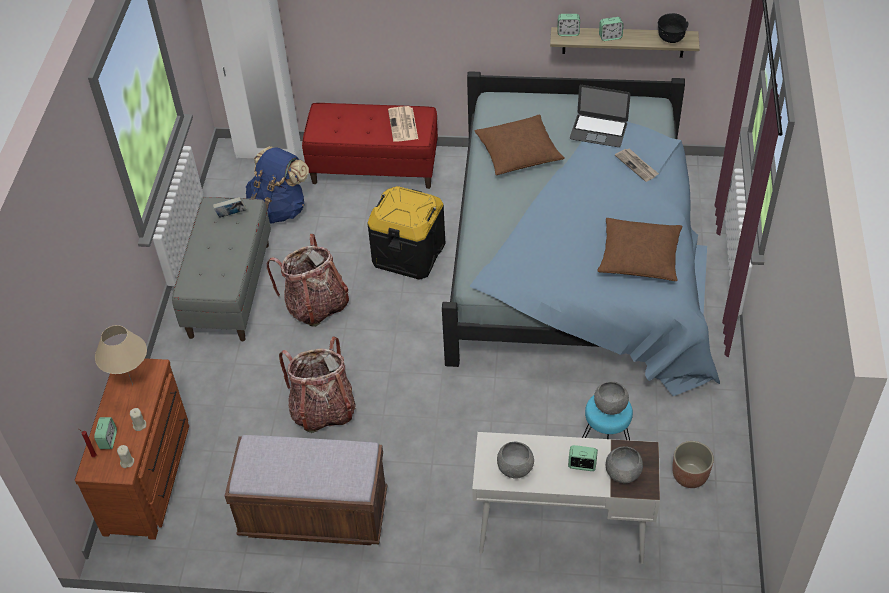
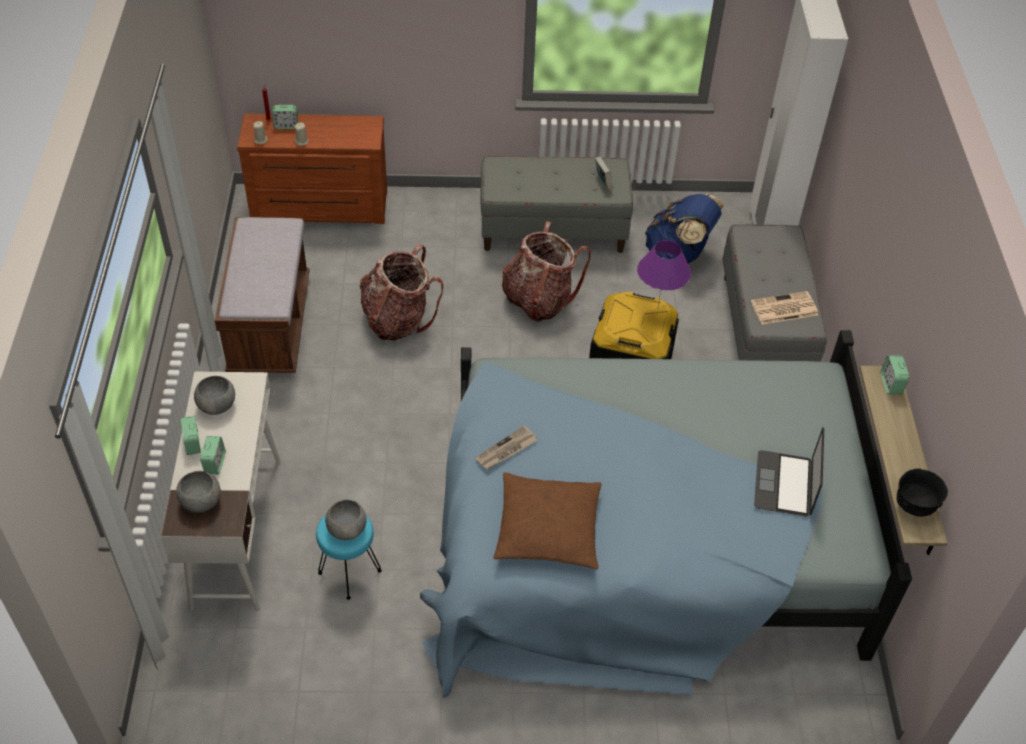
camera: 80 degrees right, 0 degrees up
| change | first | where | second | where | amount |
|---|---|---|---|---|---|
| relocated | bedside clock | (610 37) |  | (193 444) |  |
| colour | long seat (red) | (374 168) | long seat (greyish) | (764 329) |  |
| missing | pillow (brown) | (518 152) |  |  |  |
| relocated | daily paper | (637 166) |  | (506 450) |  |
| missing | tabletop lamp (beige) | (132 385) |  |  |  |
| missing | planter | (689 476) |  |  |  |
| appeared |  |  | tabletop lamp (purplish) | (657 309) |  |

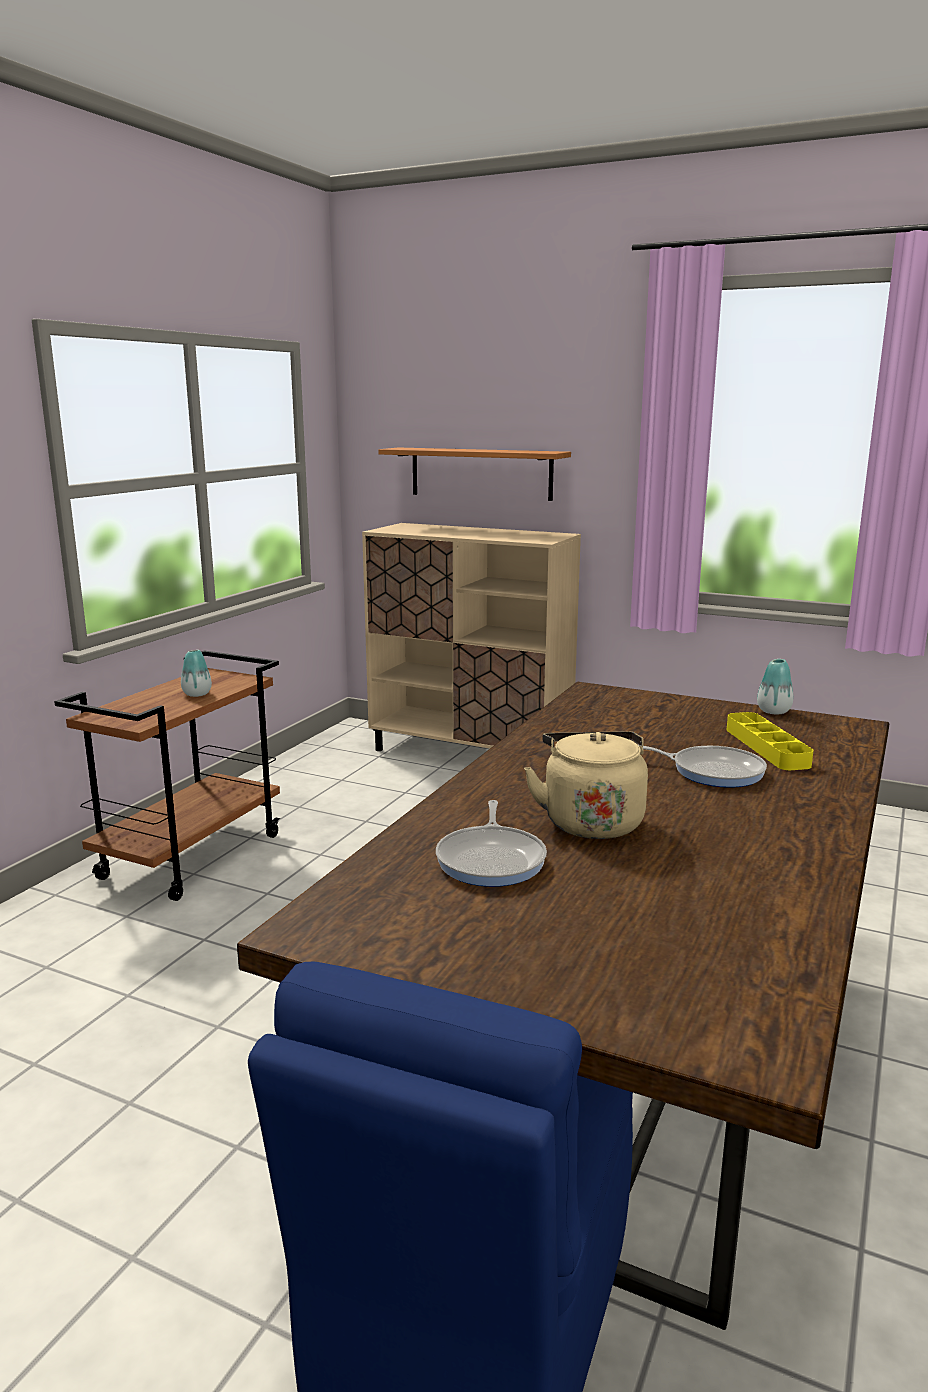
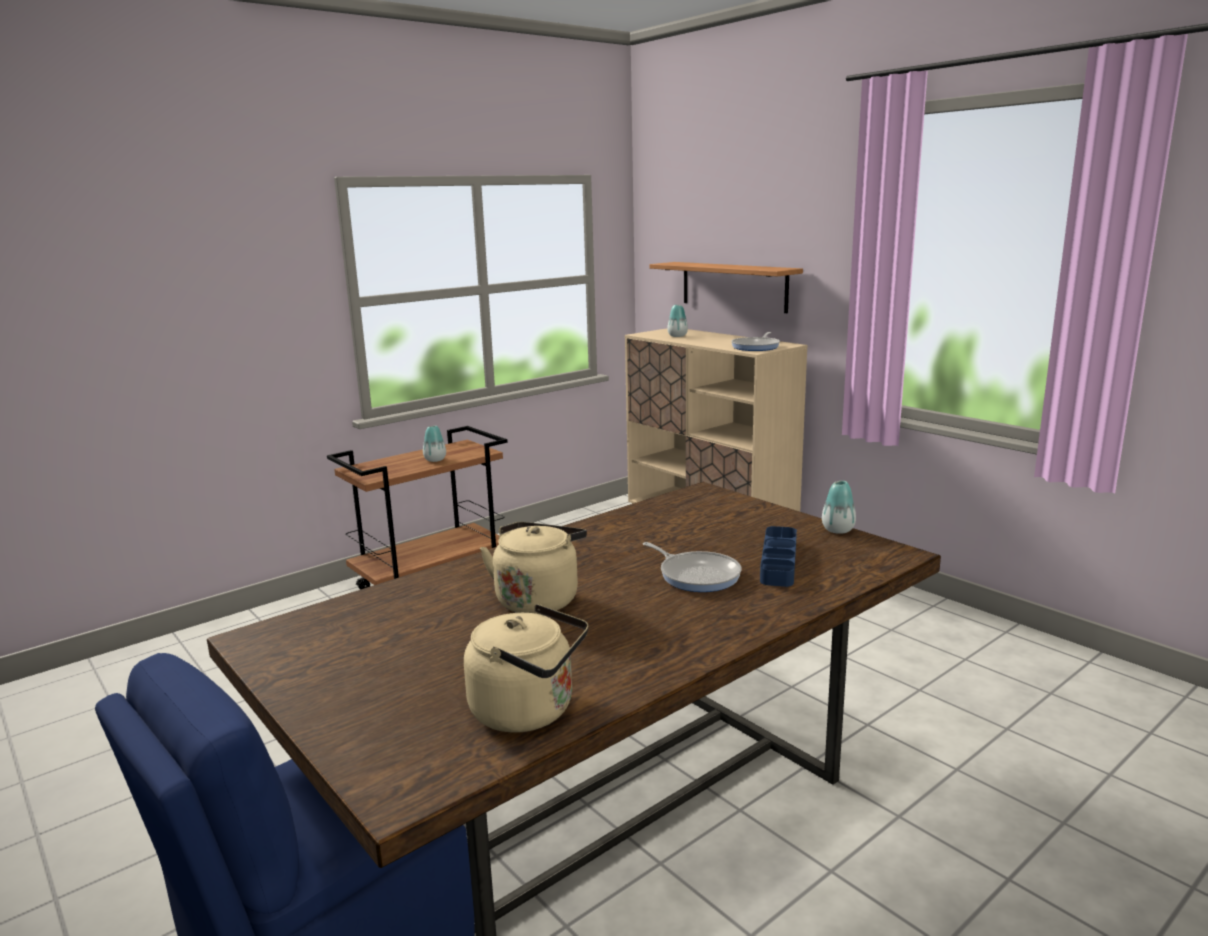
camera: 25 degrees right, 0 degrees up
| change | first | where | second | where | amount |
|---|---|---|---|---|---|
| colour | tray (yellow) | (766 747) | tray (bluish) | (778 561) |  |
| relocated | frying pan | (492 859) |  | (756 347) |  |
| appeared |  |  | flower vase | (677 336) |  |
| appeared |  |  | kettle (beige) | (529 711) |  |

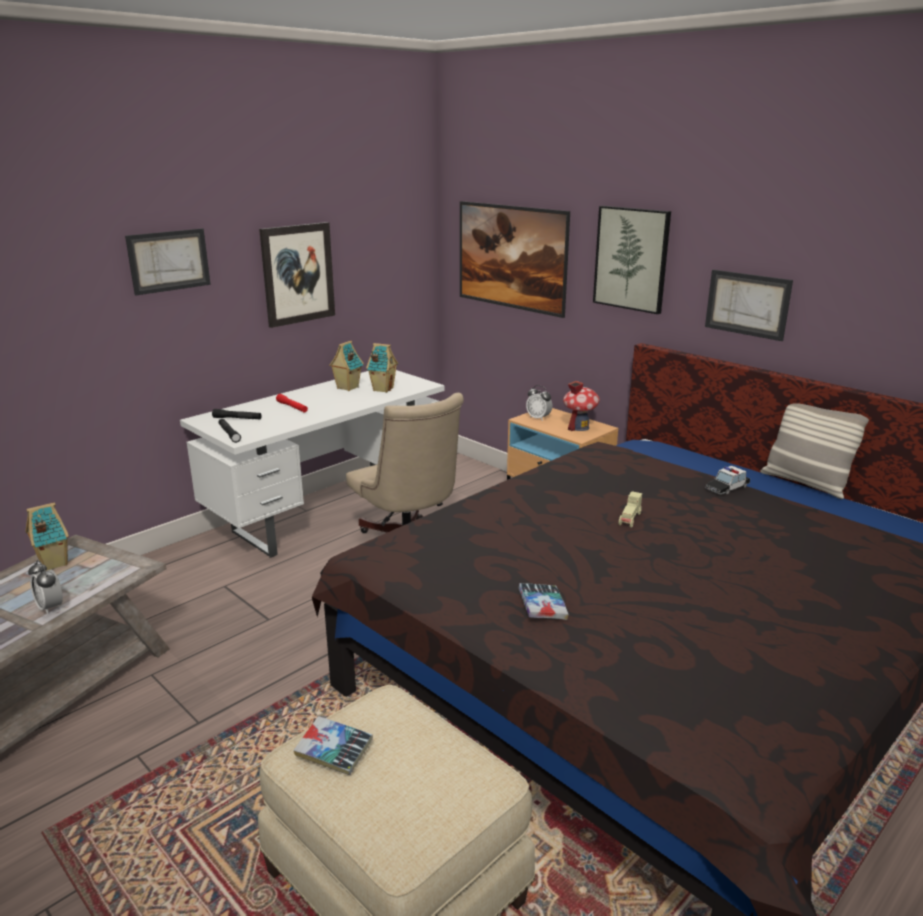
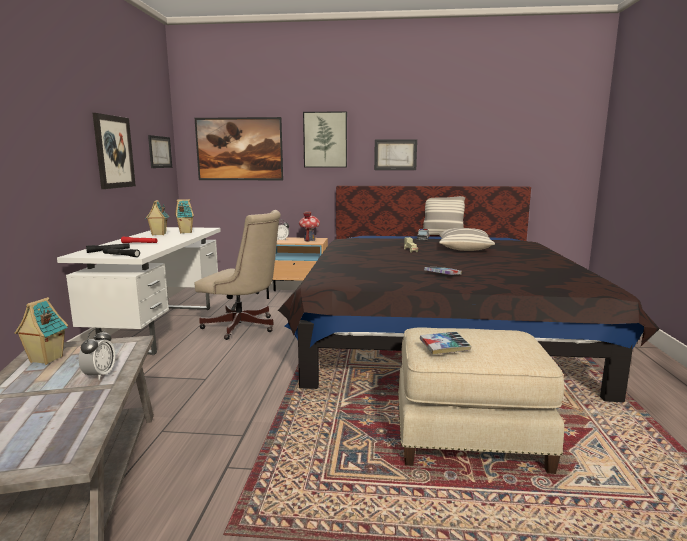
camera: 40 degrees left, 10 degrees down
| change | first | where | second | where | amount |
|---|---|---|---|---|---|
| relocated | wall art | (169 261) |  | (160 152) |  |
| spun | bedside clock | (50 607) |  | (99 375) | 90 degrees counterclockwise |
| appeared |  |  | pillow | (464 248) |  |

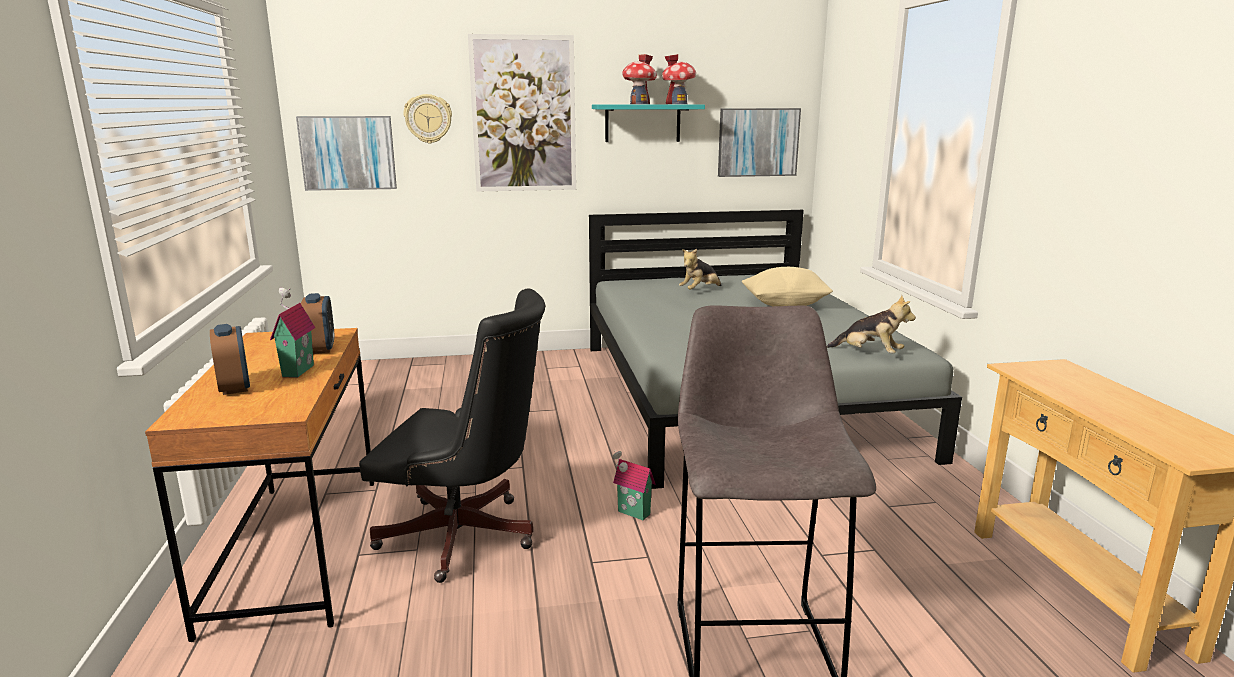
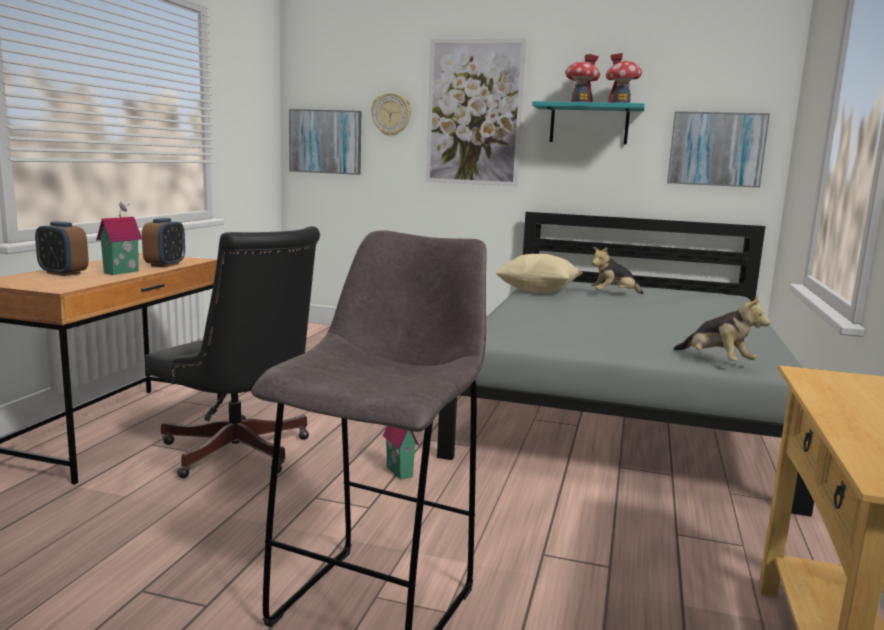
camera: 25 degrees right, 5 degrees down
| change | first | where | second | where | amount |
|---|---|---|---|---|---|
| relocated | pillow (beige) | (785 305) |  | (538 291) |  |
| spun | bedside clock | (234 387) |  | (63 273) | 120 degrees clockwise |

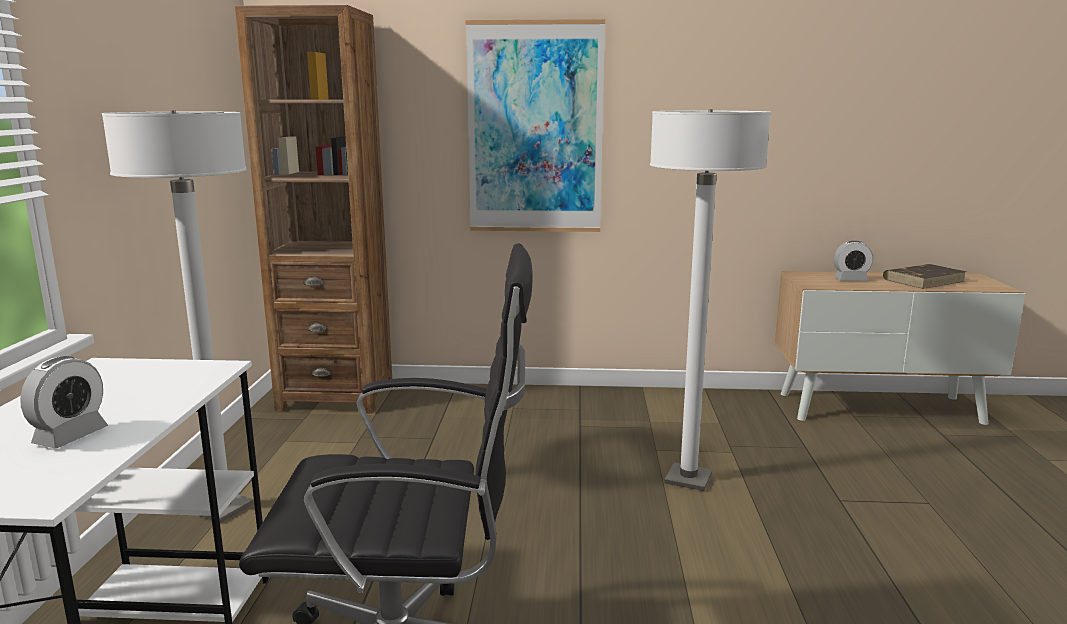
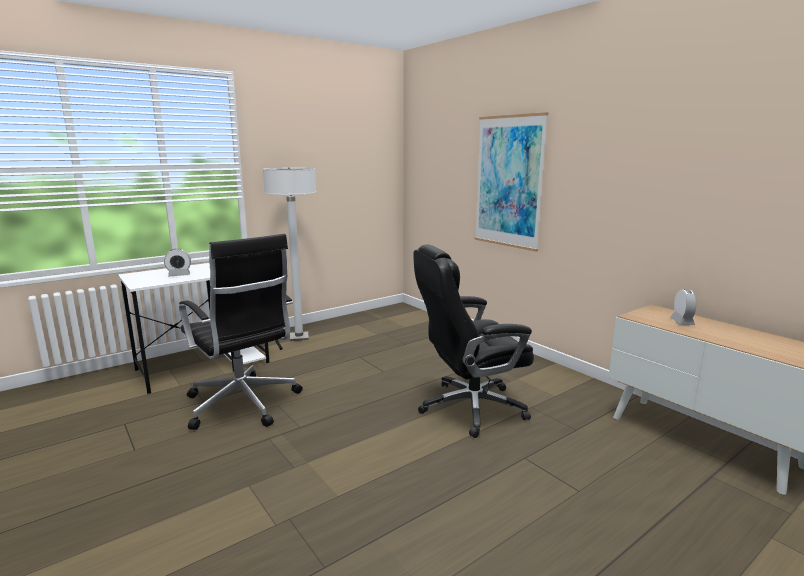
camera: 50 degrees right, 0 degrees up
| change | first | where | second | where | amount |
|---|---|---|---|---|---|
| missing | shelving unit (brown) | (336 396) |  |  |  |
| exchanged | standing lamp (whitish) | (688 479) | computer chair (blackish) | (469 408) |  |
| spun | bedside clock | (850 280) |  | (682 322) | 135 degrees counterclockwise |
| missing | volume (brown) | (924 280) |  |  |  |

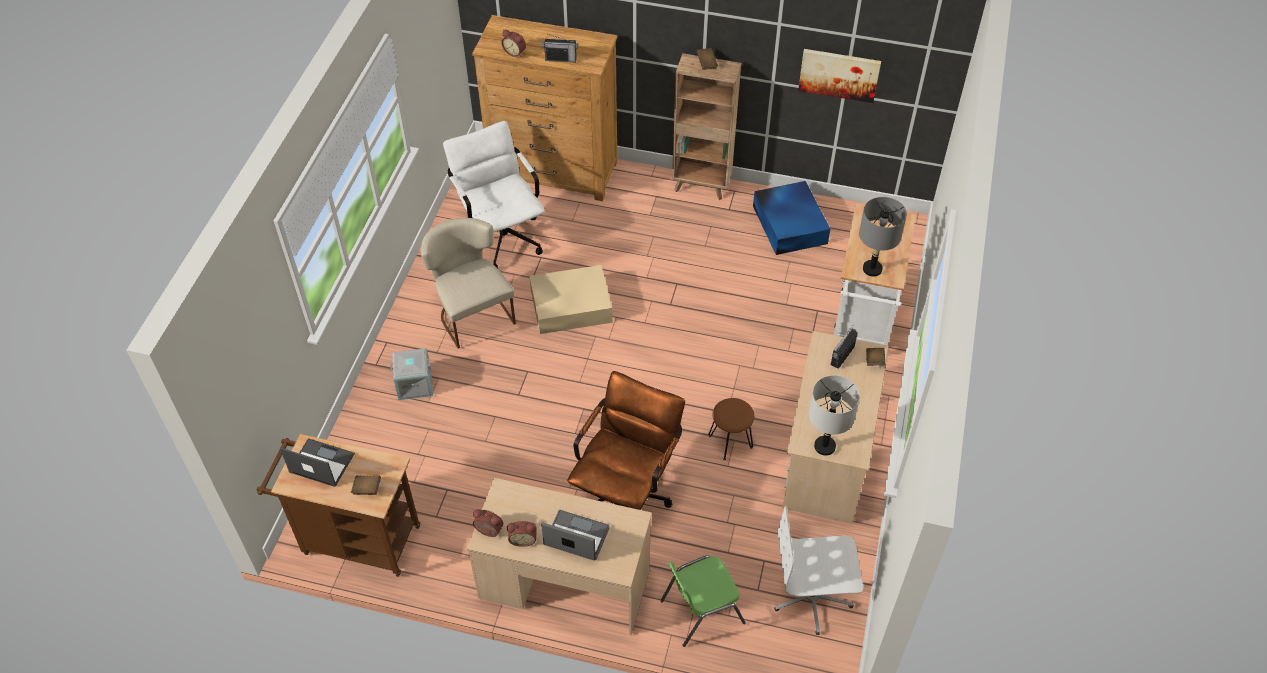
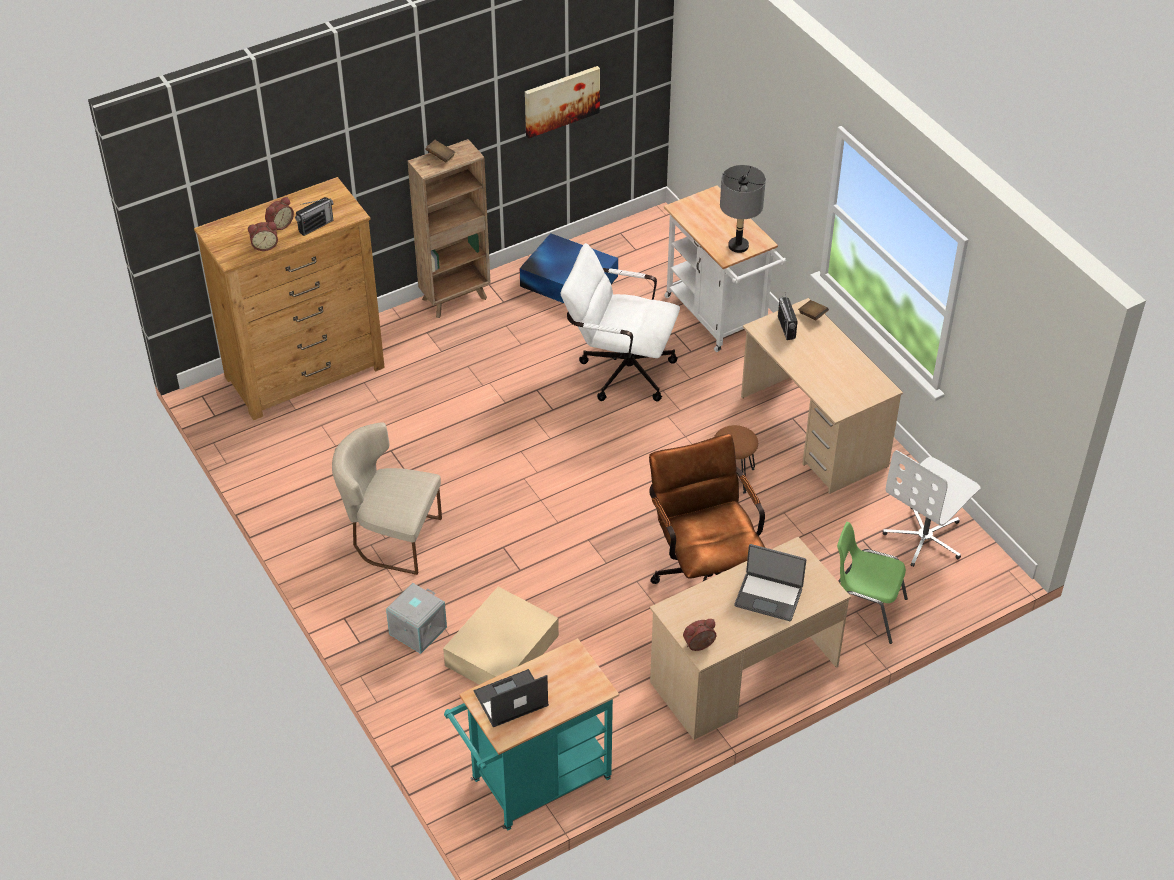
camera: 45 degrees left, 5 degrees down
| change | first | where | second | where | amount |
|---|---|---|---|---|---|
| relocated | computer chair (whitish) | (501 234) |  | (619 370) |  |
| relocated | storage bin (beige) | (570 306) |  | (500 651) |  |
| missing | tabletop lamp (greyish) | (824 446) |  |  |  |
| colour | cart (brown) | (355 539) | cart (turquoise) | (533 784) |  |
| missing | volume (brown) | (367 489) |  |  |  |
| spun | portable computer | (576 537) |  | (769 596) | 135 degrees counterclockwise |
| relocated | bedside clock | (523 539) |  | (279 224) |  |
| spun | plain chair (green) | (700 611) |  | (863 610) | 90 degrees clockwise |

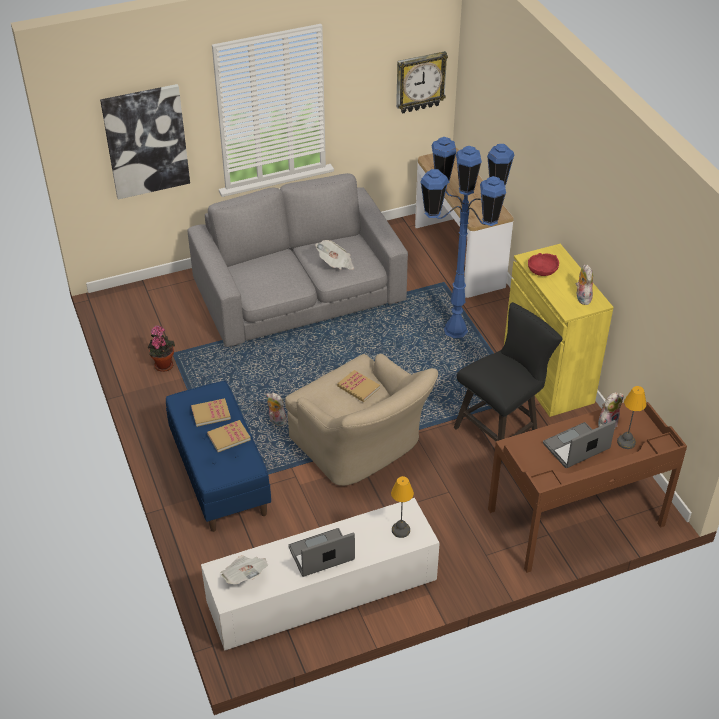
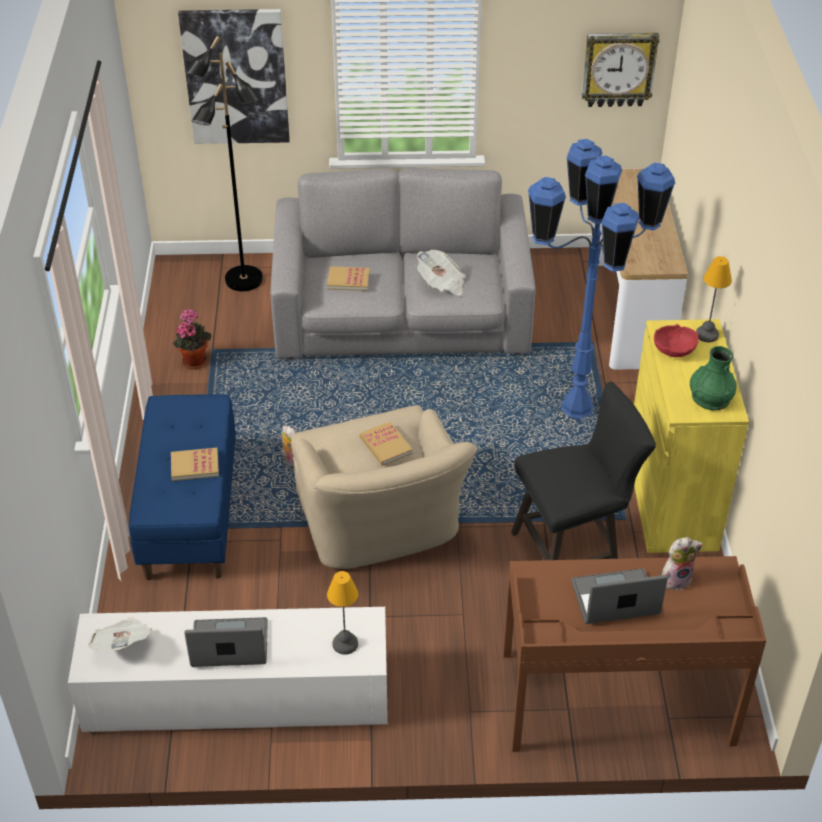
camera: 20 degrees right, 0 degrees up
| change | first | where | second | where | amount |
|---|---|---|---|---|---|
| exchanged | soft toy | (582 297) | flower vase (green) | (710 398) |  |
| relocated | tabletop lamp | (626 441) |  | (707 334) |  |
| relocated | volume | (211 413) |  | (348 280) |  |
| appeared |  |  | standing lamp (blackish) | (243 280) |  |

